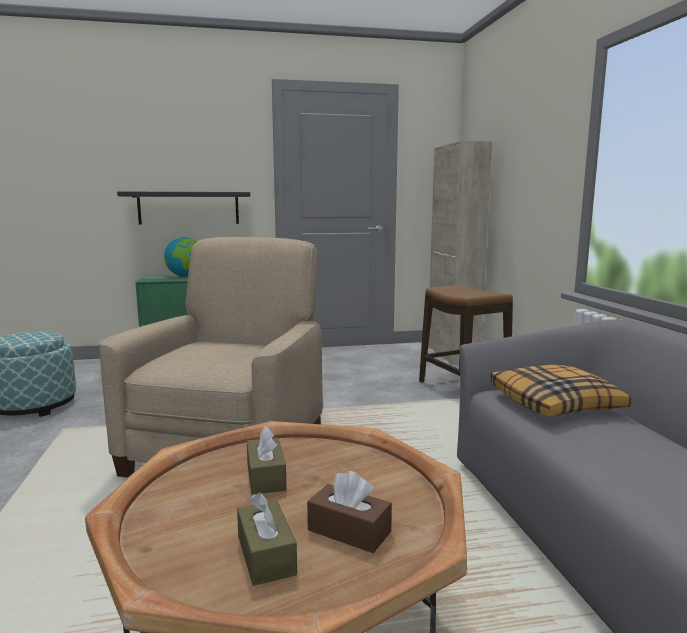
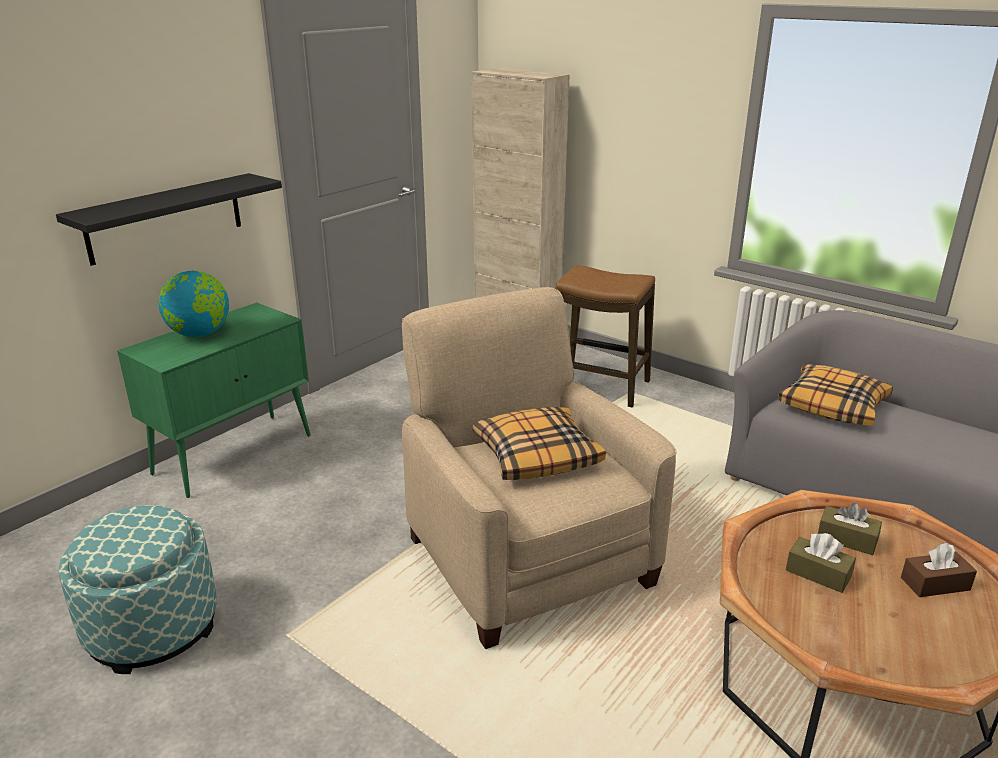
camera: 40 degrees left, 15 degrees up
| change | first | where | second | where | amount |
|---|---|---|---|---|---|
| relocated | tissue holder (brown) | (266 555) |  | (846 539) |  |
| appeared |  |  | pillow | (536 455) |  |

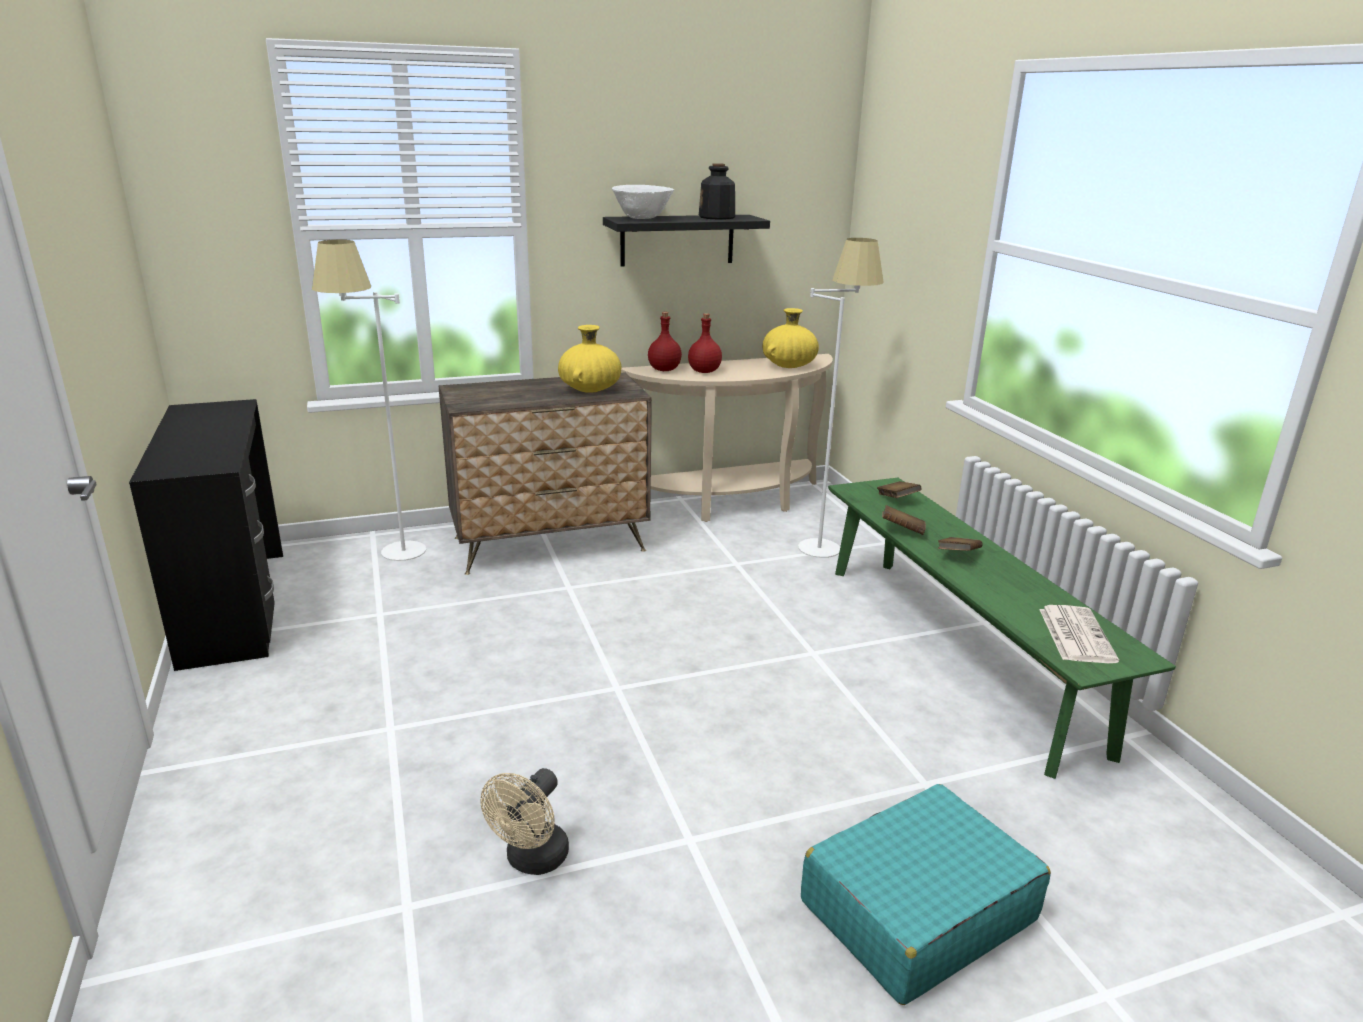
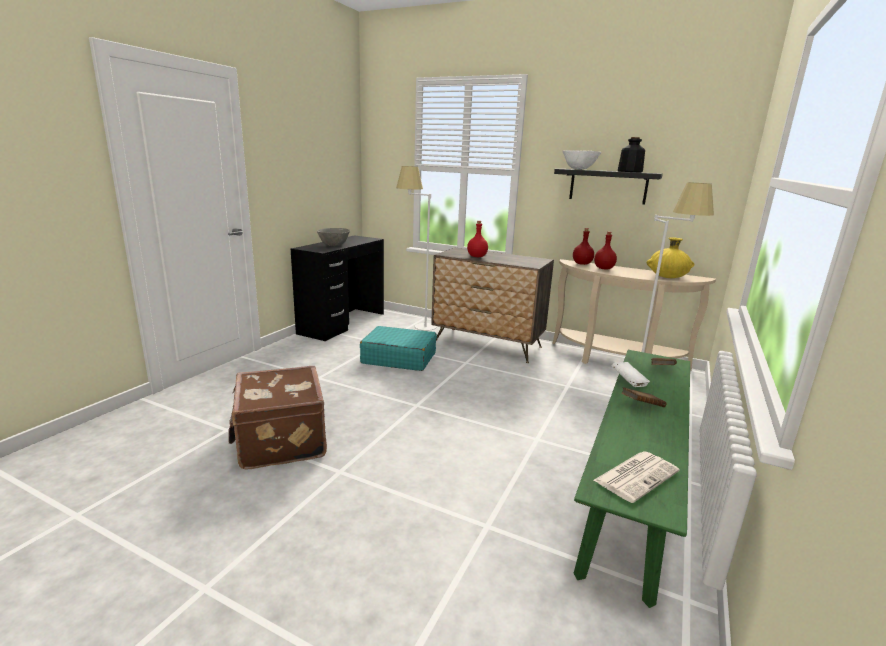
camera: 45 degrees right, 5 degrees down
| change | first | where | second | where | amount |
|---|---|---|---|---|---|
| missing | flower vase (yellow) | (589 390) |  |  |  |
| colour | volume (brown) | (902 531) | volume (whitish) | (628 382) |  |
| exchanged | cooling fan (beige) | (532 861) | travel case (brown) | (280 441) |  |
| relocated | travel case (turquoise) | (916 910) |  | (398 358) |  |
| appeared |  |  | beverage bottle (red) | (476 256) |  |
| appeared |  |  | bowl (greyish) | (334 246) |  |

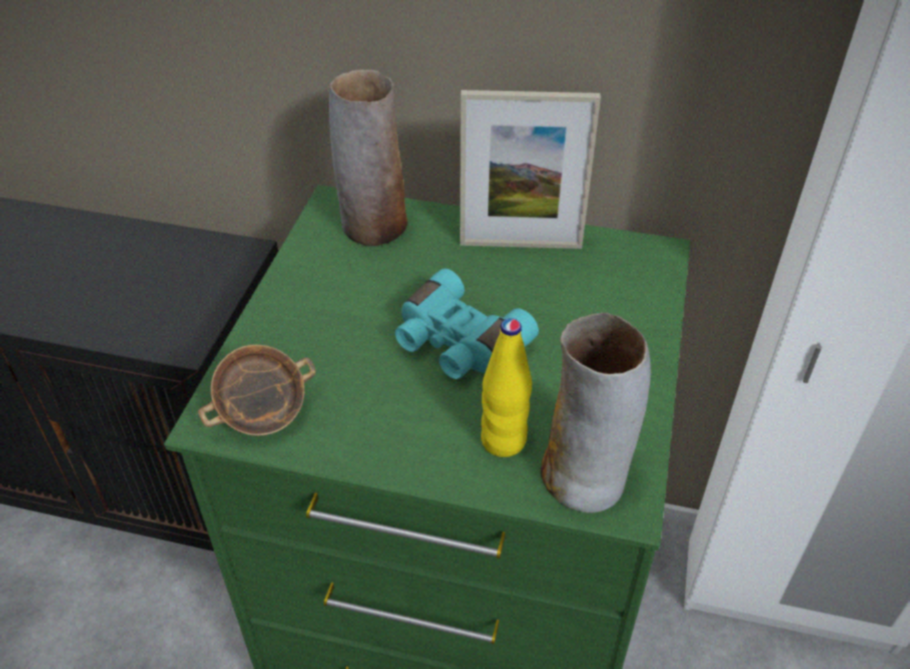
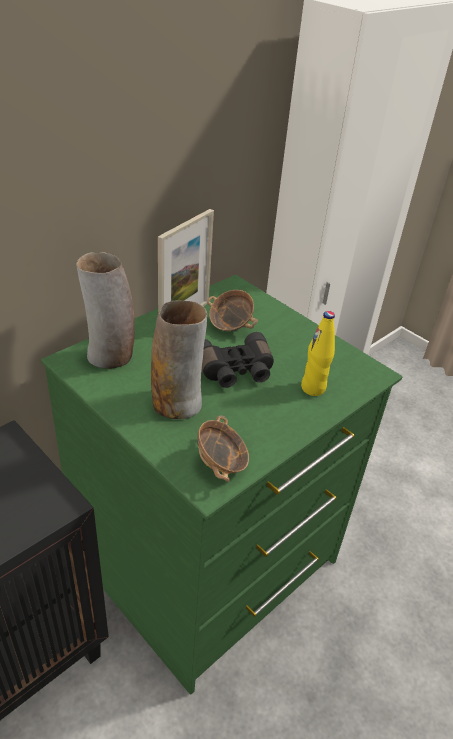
camera: 60 degrees left, 5 degrees down
| change | first | where | second | where | amount |
|---|---|---|---|---|---|
| colour | binoculars (turquoise) | (456 344) | binoculars (blackish) | (235 371) |  |
| relocated | flower vase | (585 476) |  | (177 403) |  |
| appeared |  |  | bowl | (230 326) |  |

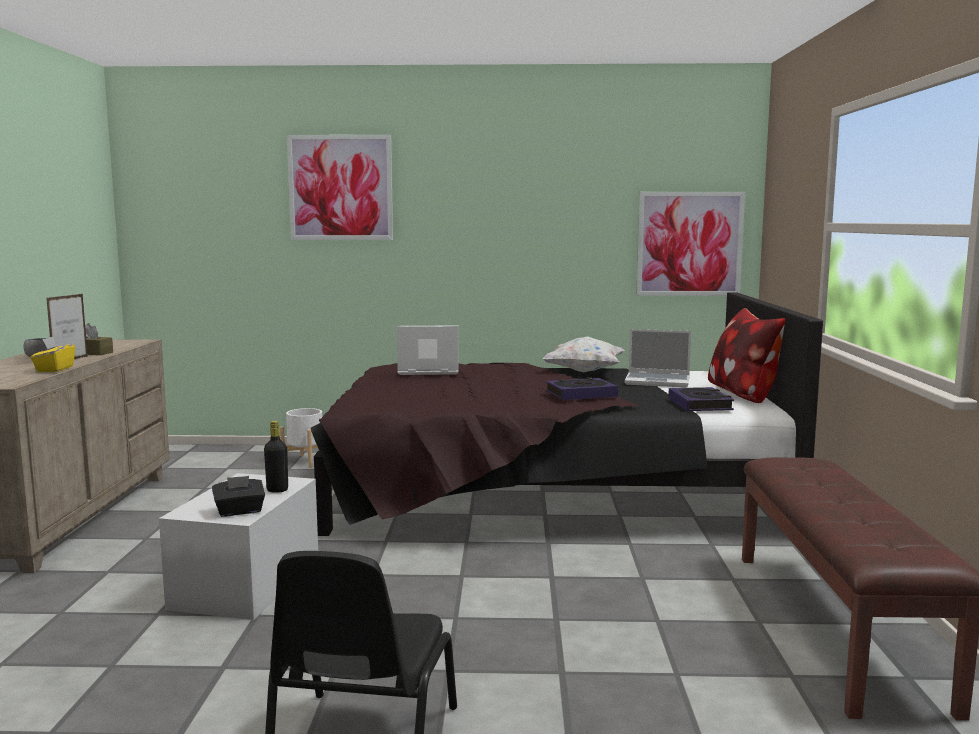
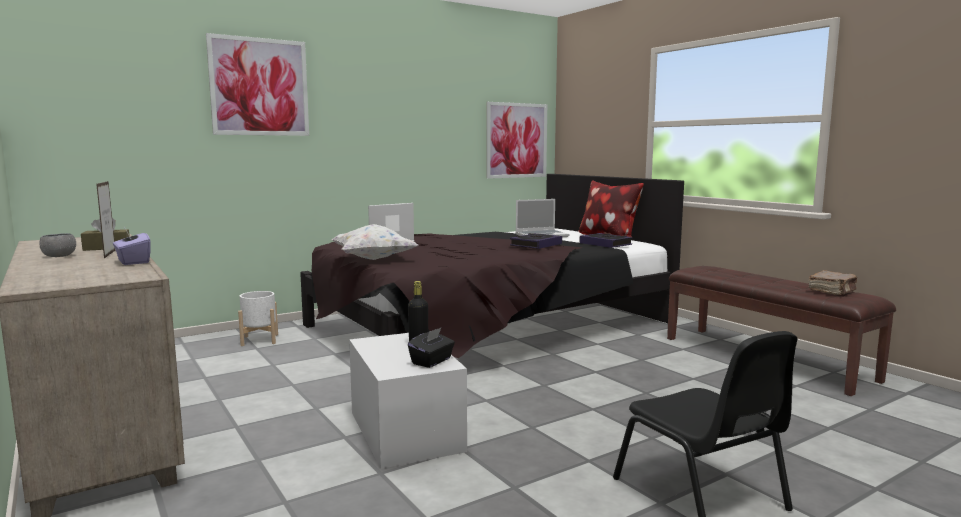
camera: 35 degrees left, 0 degrees up
| change | first | where | second | where | amount |
|---|---|---|---|---|---|
| colour | tissue holder (yellow) | (54 369) | tissue holder (purplish) | (133 262) |  |
| relocated | pillow (whitish) | (584 371) |  | (373 259) |  |
| appeared |  |  | volume (brown) | (832 291) |  |

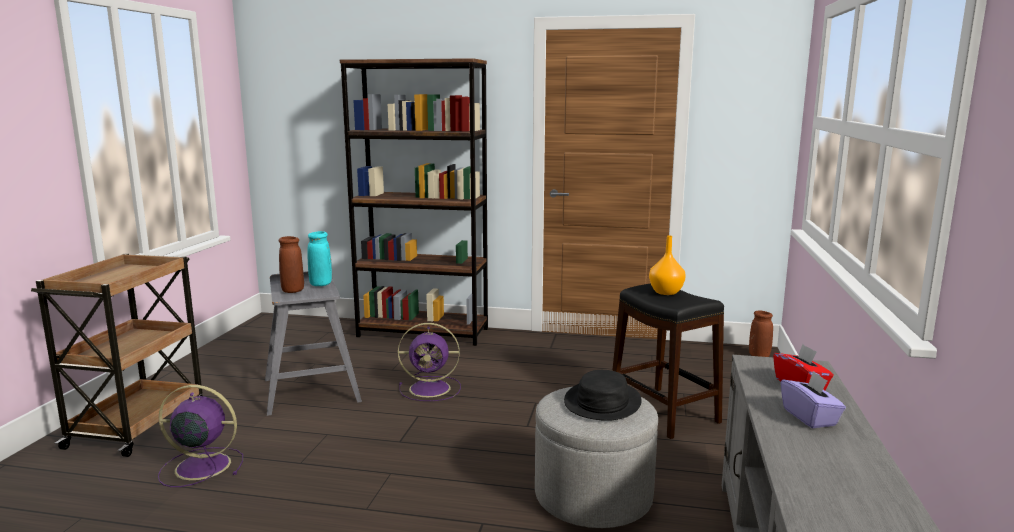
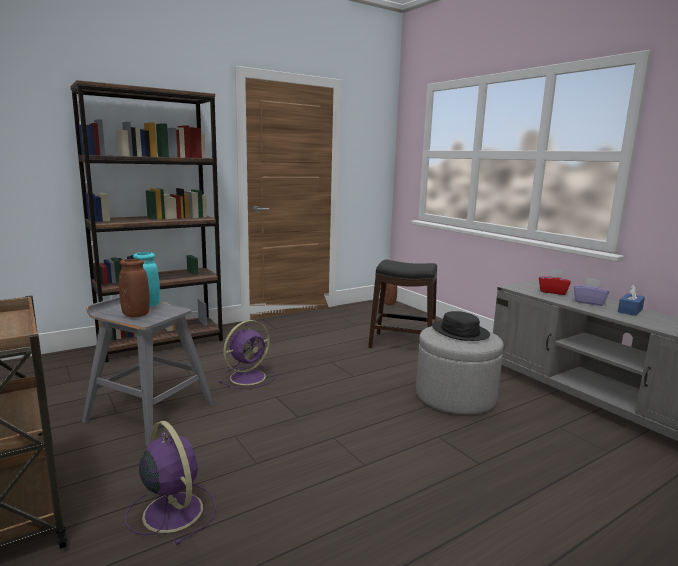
camera: 45 degrees left, 0 degrees up
| change | first | where | second | where | amount |
|---|---|---|---|---|---|
| missing | flower vase (orange) | (665 292) |  |  |  |
| spun | cooling fan (purplish) | (200 466) |  | (172 510) | 90 degrees clockwise |
| appeared |  |  | tissue holder (bluish) | (630 310) |  |

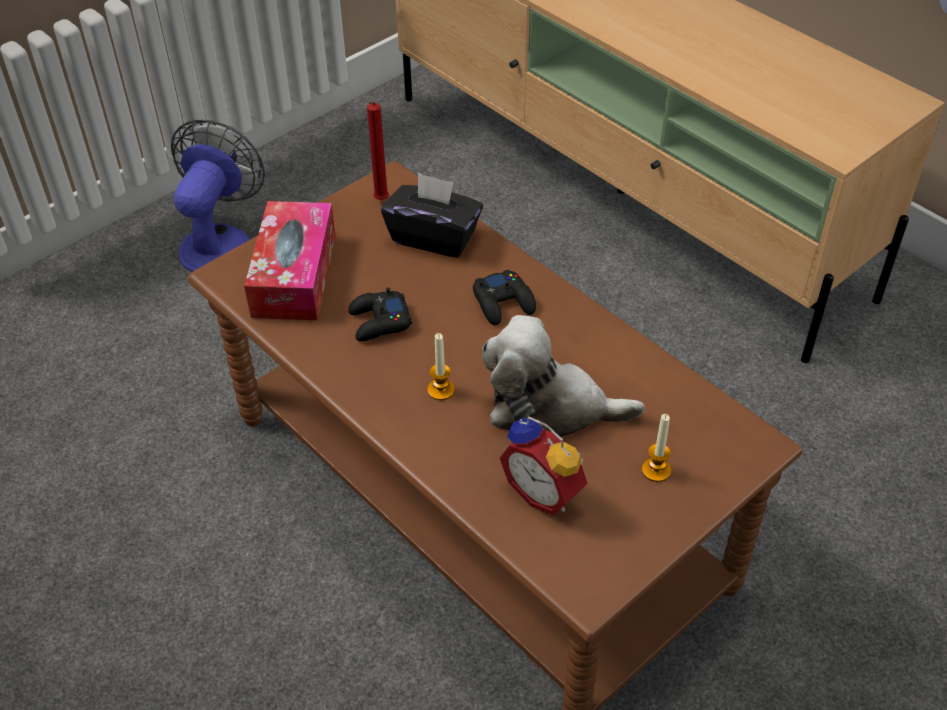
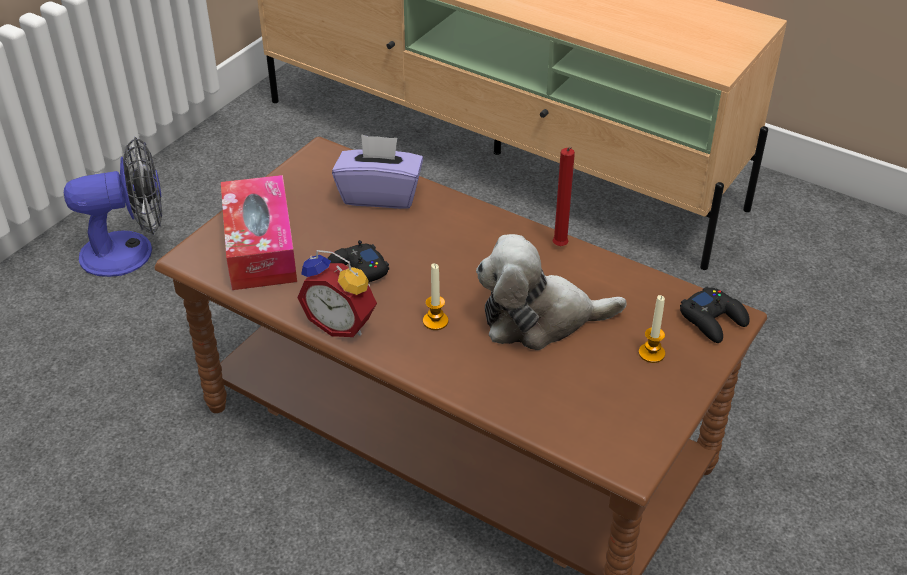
camera: 15 degrees left, 5 degrees down
| change | first | where | second | where | amount |
|---|---|---|---|---|---|
| relocated | wax light (red) | (380 201) |  | (560 248) |  |
| spun | cooling fan | (219 240) |  | (130 251) | 75 degrees clockwise |
| colour | tissue holder (blackish) | (434 237) | tissue holder (purplish) | (380 194) |  |
| relocated | joypad (blackish) | (504 303) |  | (713 320) |  |
| relocated | bedside clock | (545 492) |  | (342 323) |  |

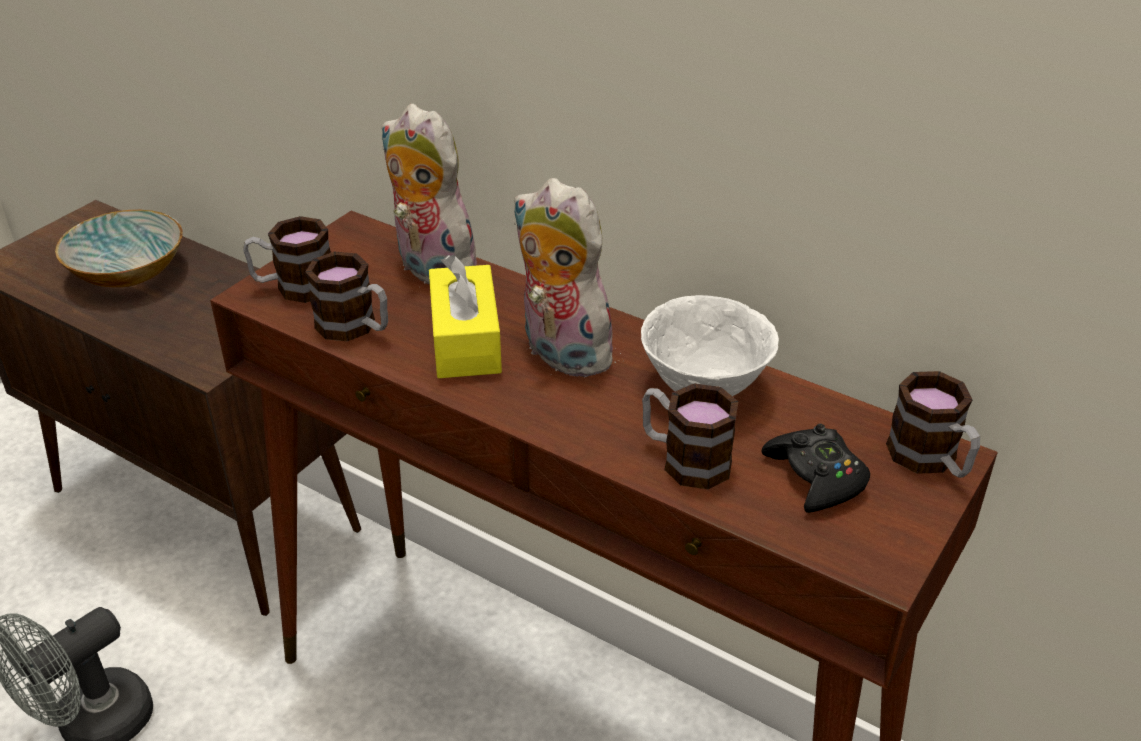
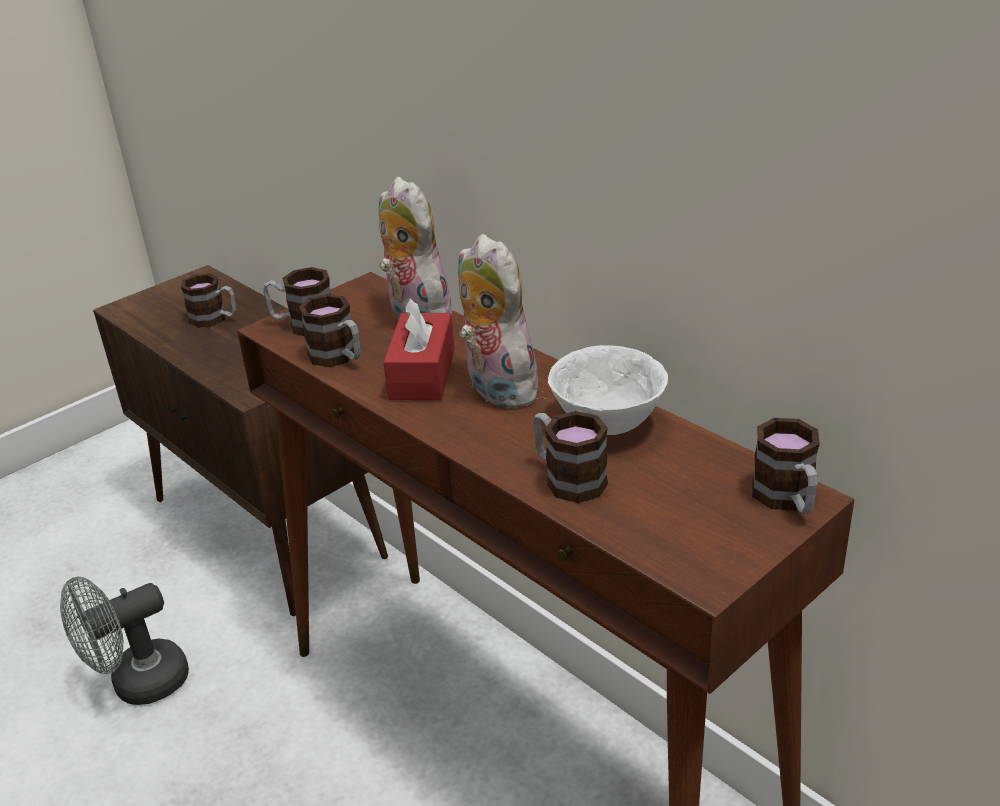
camera: 15 degrees right, 5 degrees down
| change | first | where | second | where | amount |
|---|---|---|---|---|---|
| exchanged | bowl | (129 272) | tea mug | (215 319) |  |
| colour | tissue holder (yellow) | (465 340) | tissue holder (red) | (422 373) |  |
| missing | joypad (blackish) | (816 477) |  |  |  |

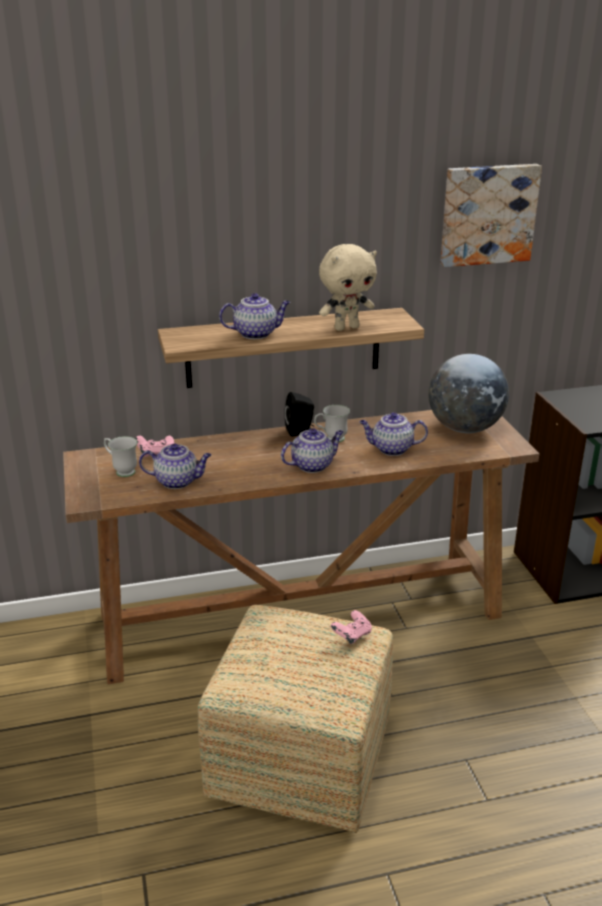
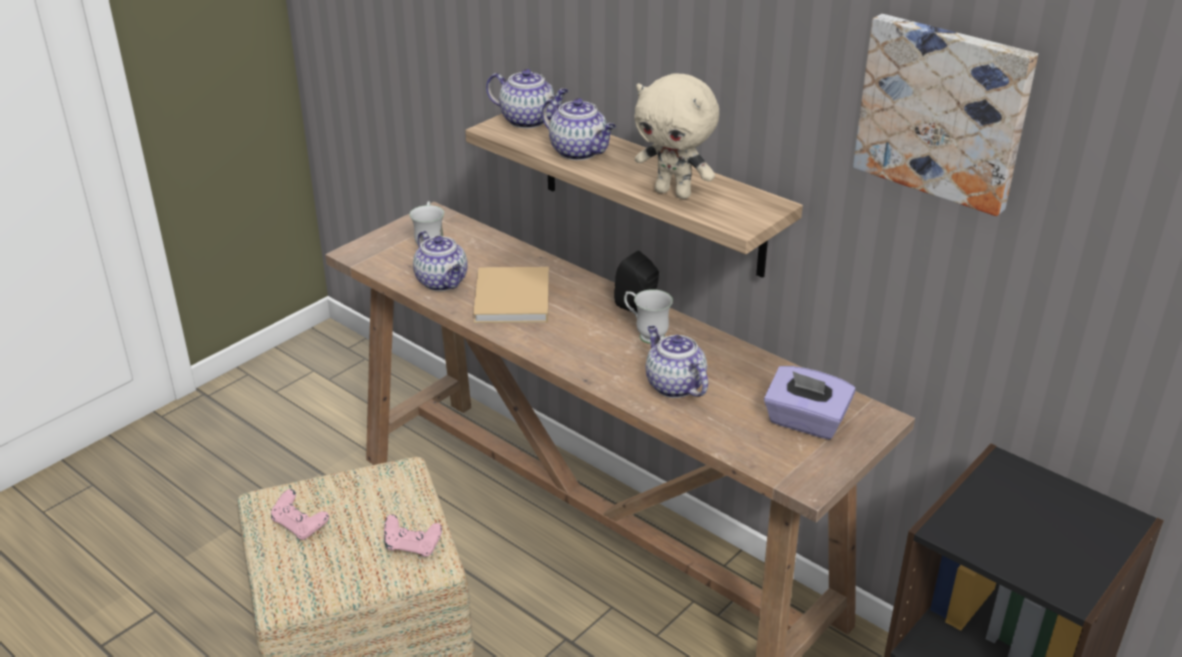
camera: 55 degrees right, 5 degrees up
| change | first | where | second | where | amount |
|---|---|---|---|---|---|
| exchanged | desk globe | (464 428) | tissue holder (purplish) | (805 422) |  |
| relocated | tea pot | (313 465) |  | (529 121) |  |
| relocated | joypad (pink-coloured) | (156 454) |  | (300 526) |  |
| appeared |  |  | volume (beige) | (512 300) |  |

